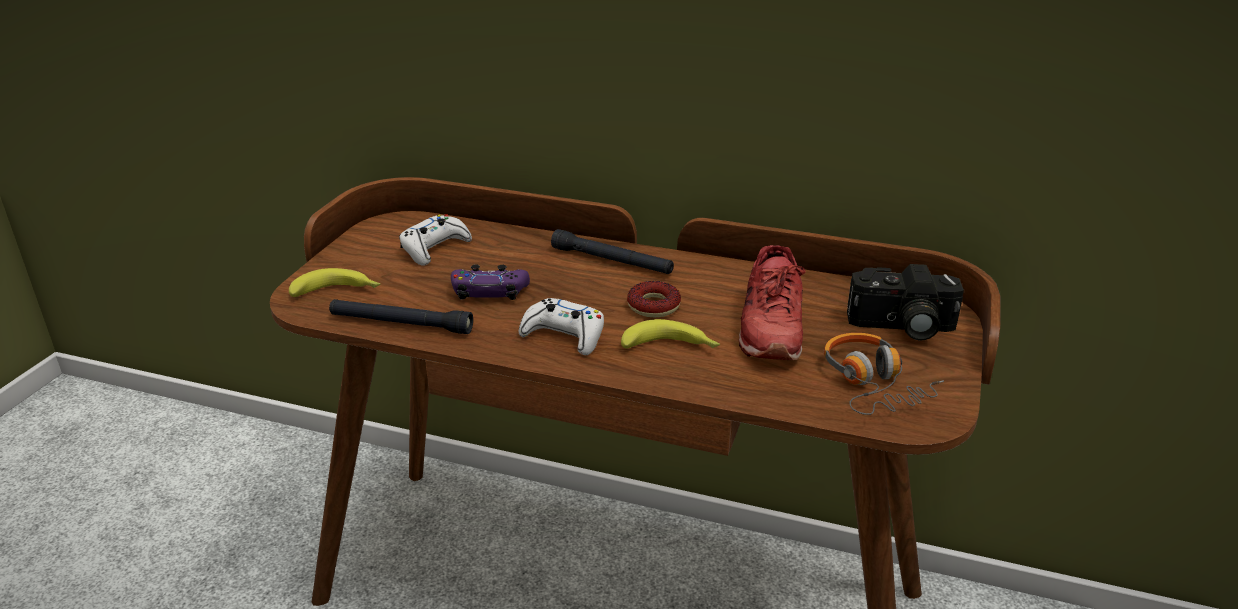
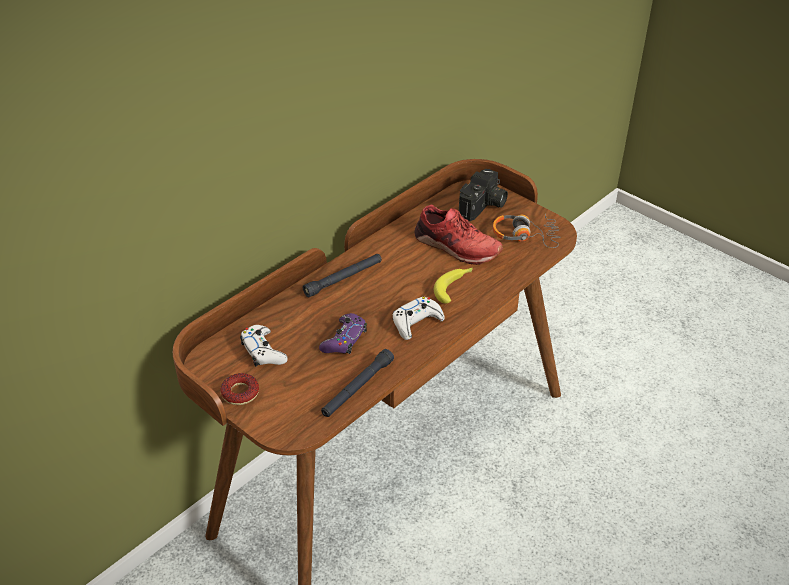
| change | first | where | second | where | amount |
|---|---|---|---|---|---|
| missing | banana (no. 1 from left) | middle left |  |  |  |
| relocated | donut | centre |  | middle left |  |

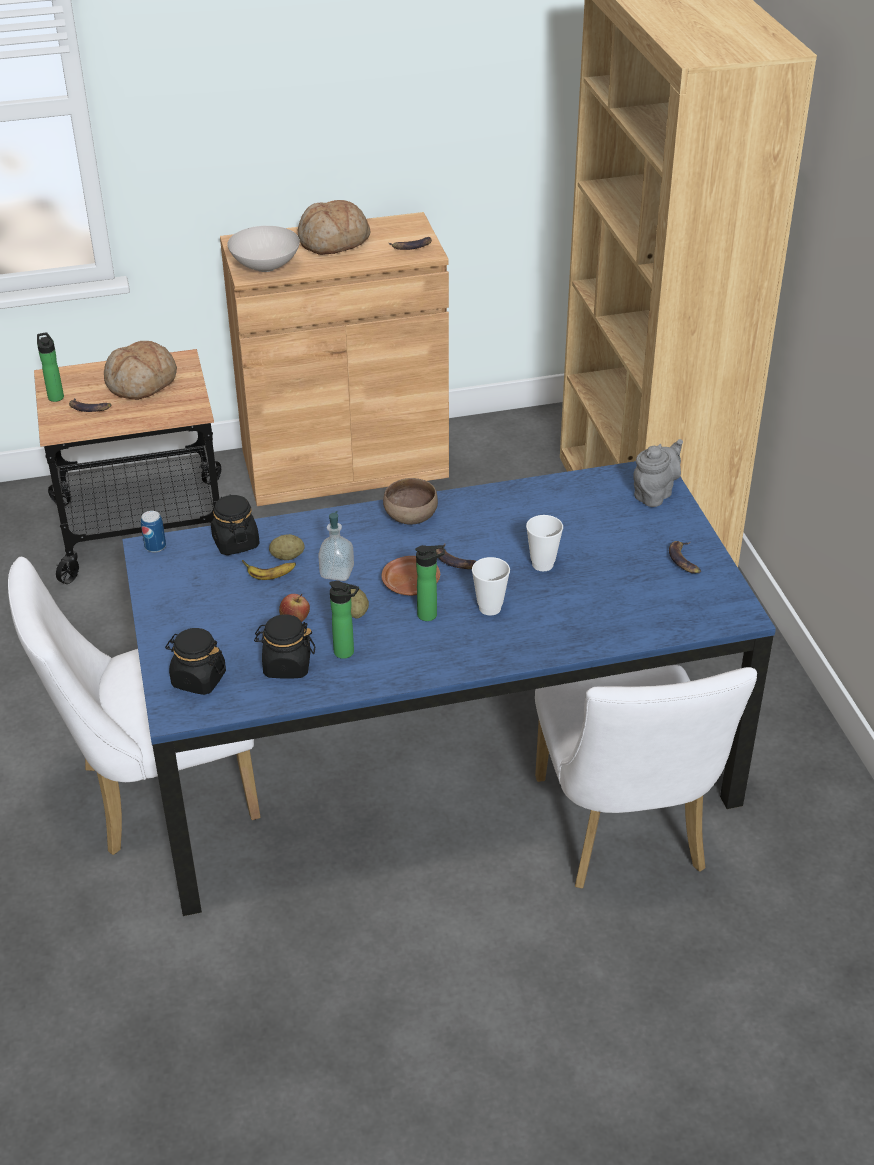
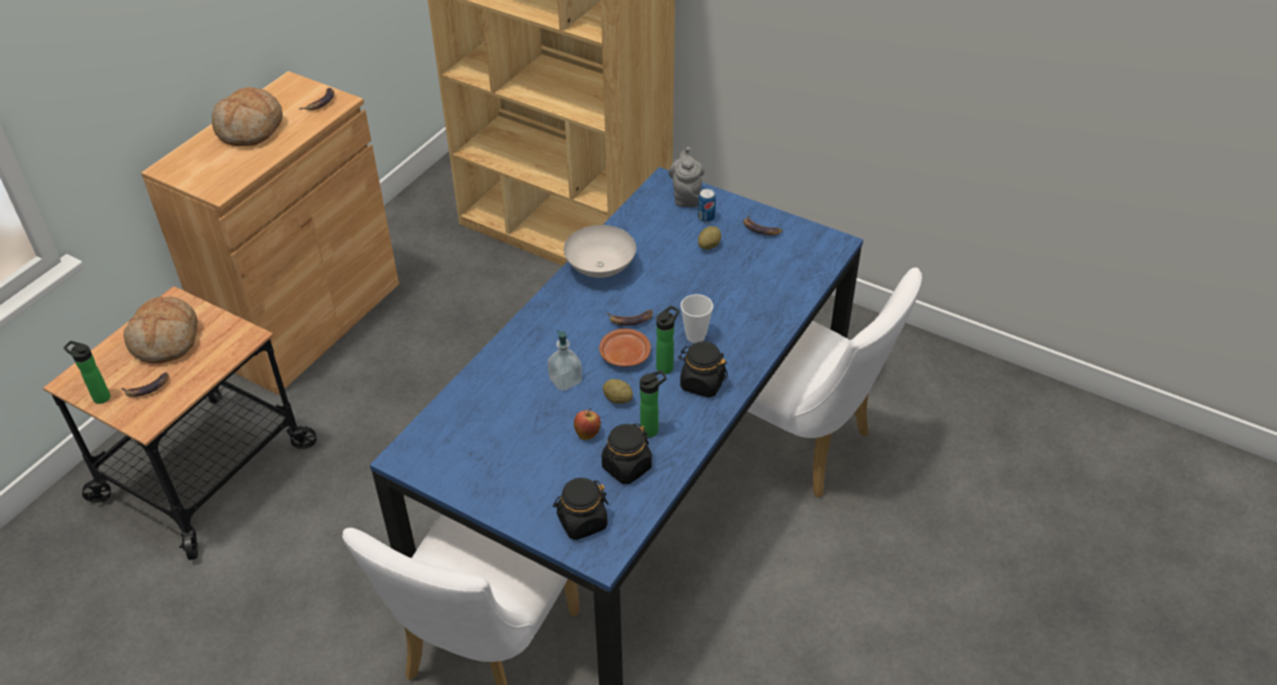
| change | first | where | second | where | amount |
|---|---|---|---|---|---|
| relocated | can | middle left |  | top centre |  |
| relocated | black jar (no. 2 from left in the first image) | middle left | black jar (no. 3 from left) | centre |  |
| relocated | white bowl | top left |  | centre |  |
| missing | banana (no. 2 from left) | middle left |  |  |  |
| relocated | potato (no. 1 from left in the first image) | middle left | potato (no. 2 from left) | centre |  |
| missing | brown bowl | centre |  |  |  |
| missing | cup (no. 2 from left) | centre |  |  |  |

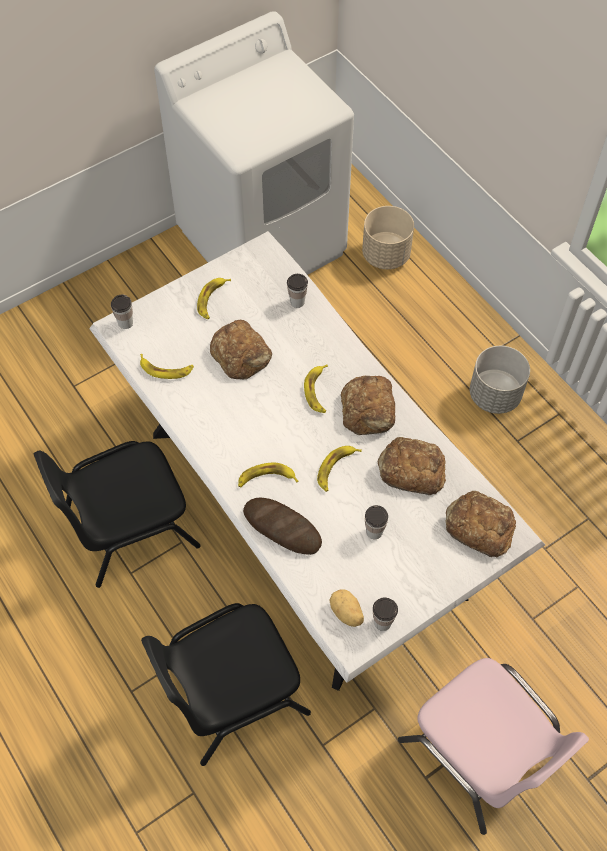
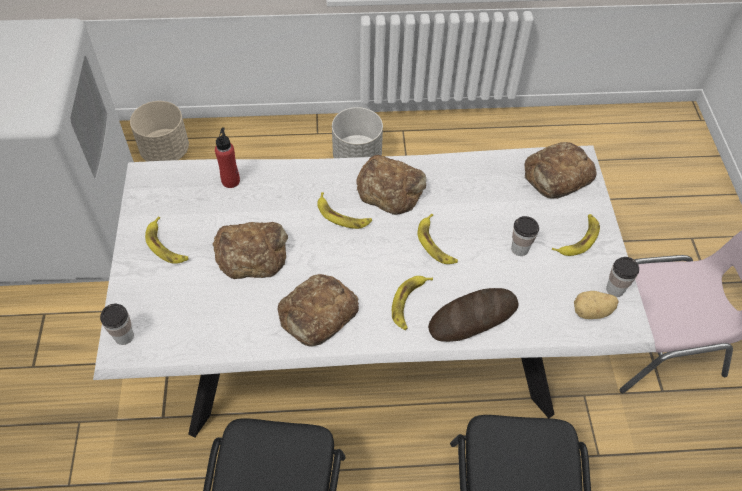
| change | first | where | second | where | amount |
|---|---|---|---|---|---|
| relocated | banana (no. 1 from left in the first image) | middle left | banana (no. 5 from left) | middle right |  |
| exchanged | cup (no. 2 from left) | centre | red bottle | top left |  |
| relocated | bread (no. 4 from left in the first image) | middle right | bread (no. 2 from left) | centre |  |

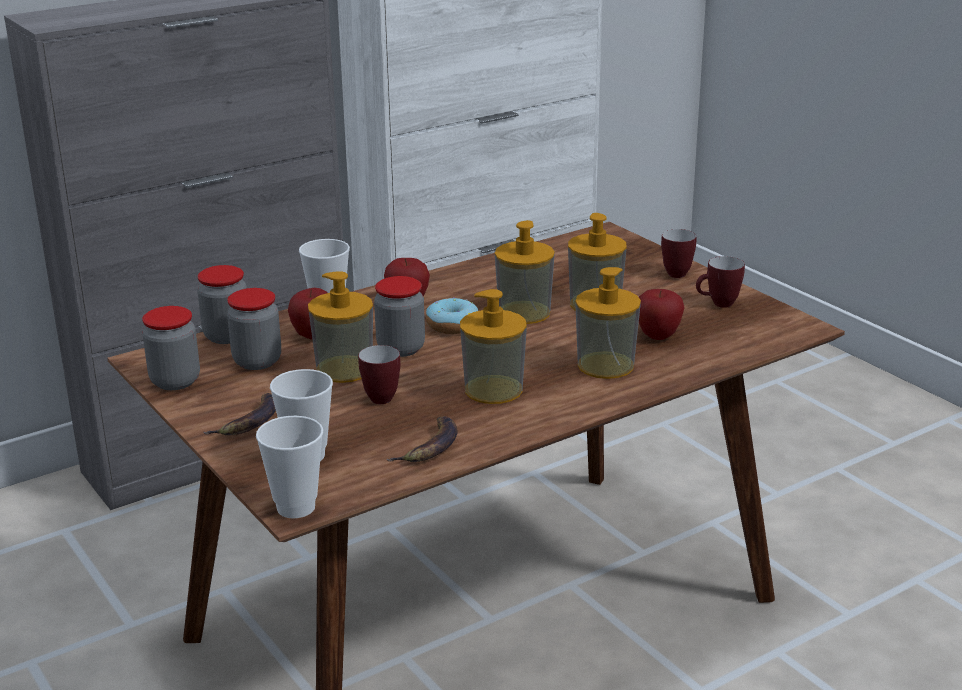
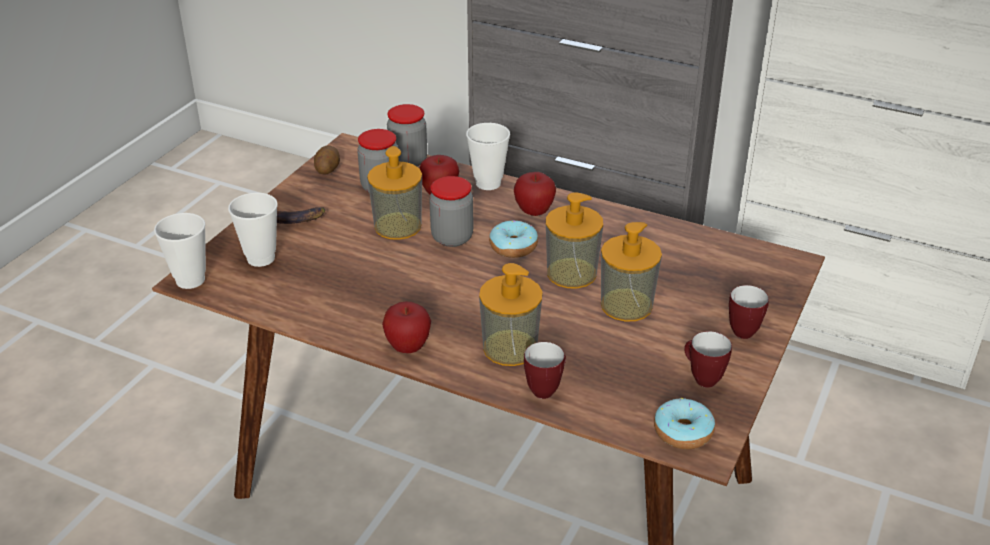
| change | first | where | second | where | amount |
|---|---|---|---|---|---|
| exchanged | jar (no. 1 from left) | middle left | potato | top left |  |
| relocated | mug (no. 1 from left) | centre |  | bottom centre |  |
| missing | banana (no. 2 from left) | centre |  |  |  |
| missing | soap dispenser (no. 2 from left) | centre |  |  |  |
| relocated | apple (no. 3 from left in the first image) | middle right | apple (no. 1 from left) | centre |  |
| appeared |  |  | donut (no. 2 from left) | bottom right |  |

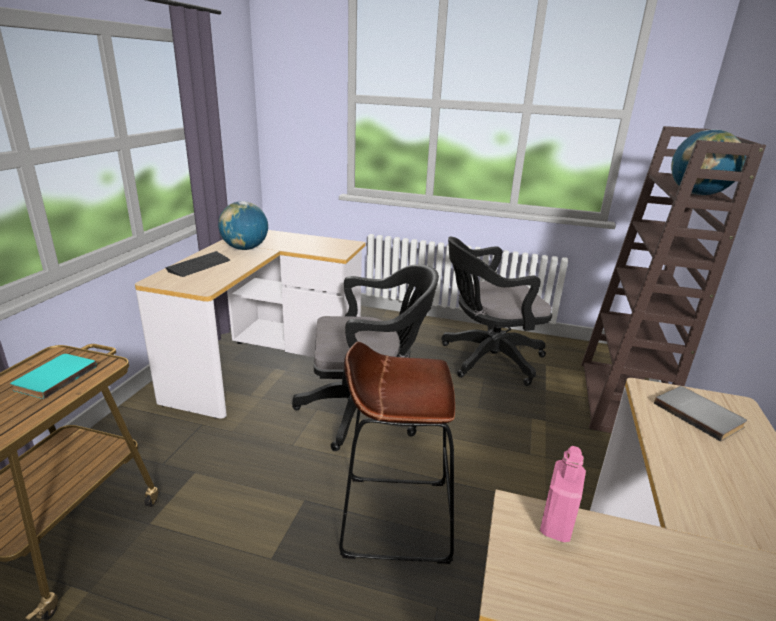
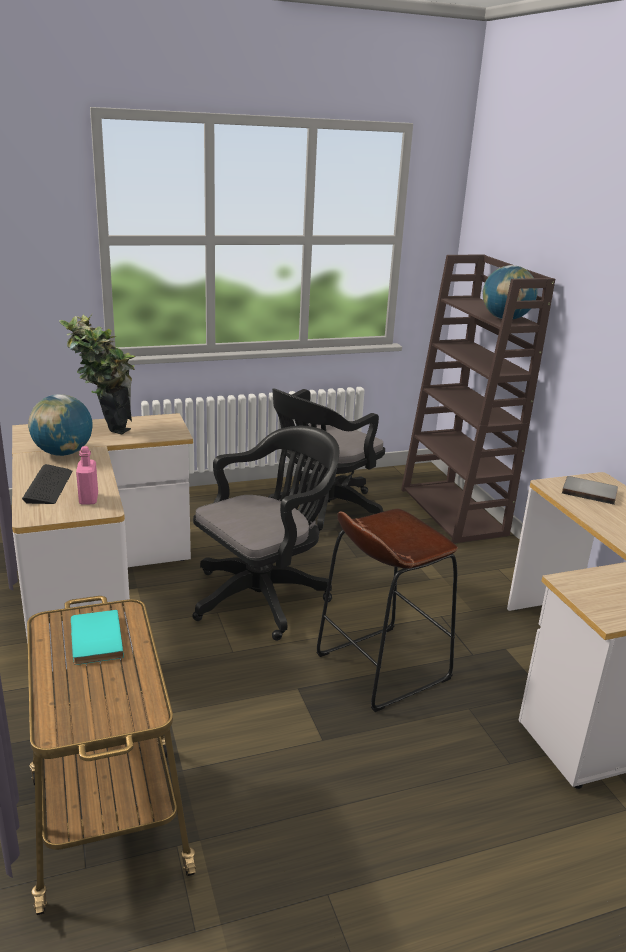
| change | first | where | second | where | amount |
|---|---|---|---|---|---|
| relocated | pink bottle | bottom right |  | middle left |  |
| appeared |  |  | potted plant | middle left |  |

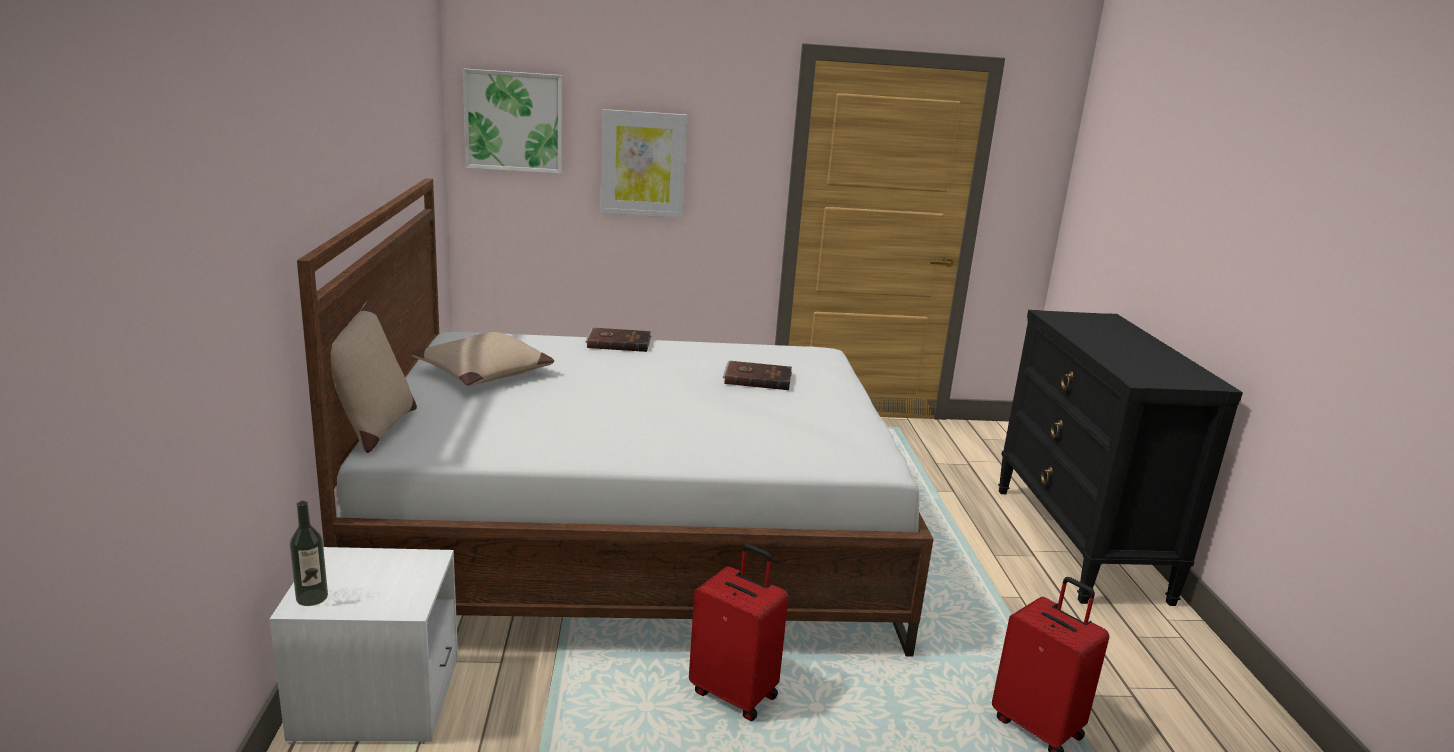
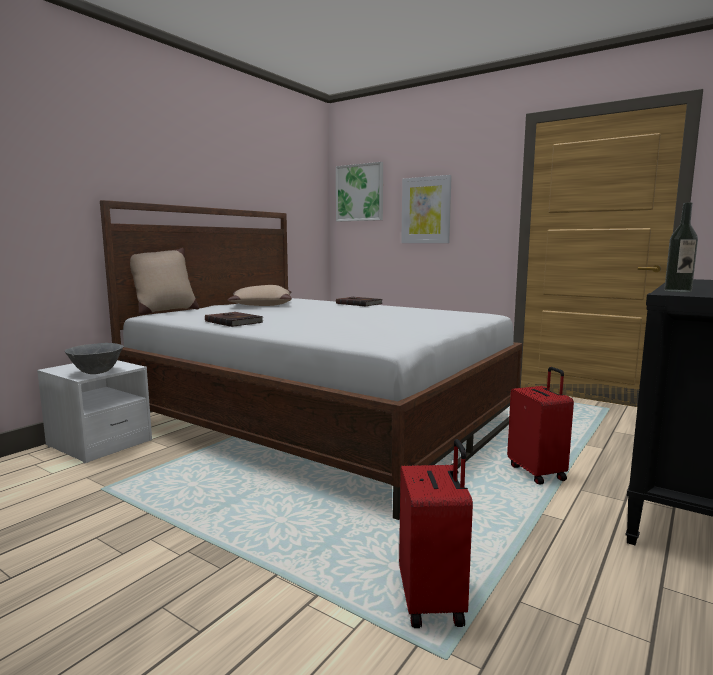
| change | first | where | second | where | amount |
|---|---|---|---|---|---|
| relocated | bottle | bottom left |  | middle right |  |
| relocated | red suitcase (no. 1 from left in the first image) | bottom centre | red suitcase (no. 2 from left) | middle right |  |
| relocated | brown book (no. 2 from left in the first image) | centre | brown book (no. 1 from left) | middle left |  |
| appeared |  |  | grey bowl | middle left |  |

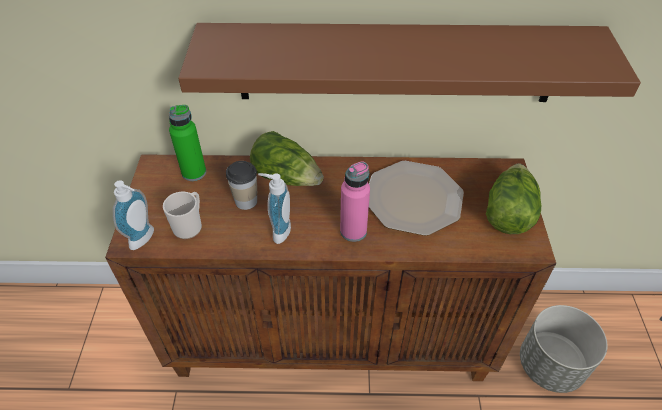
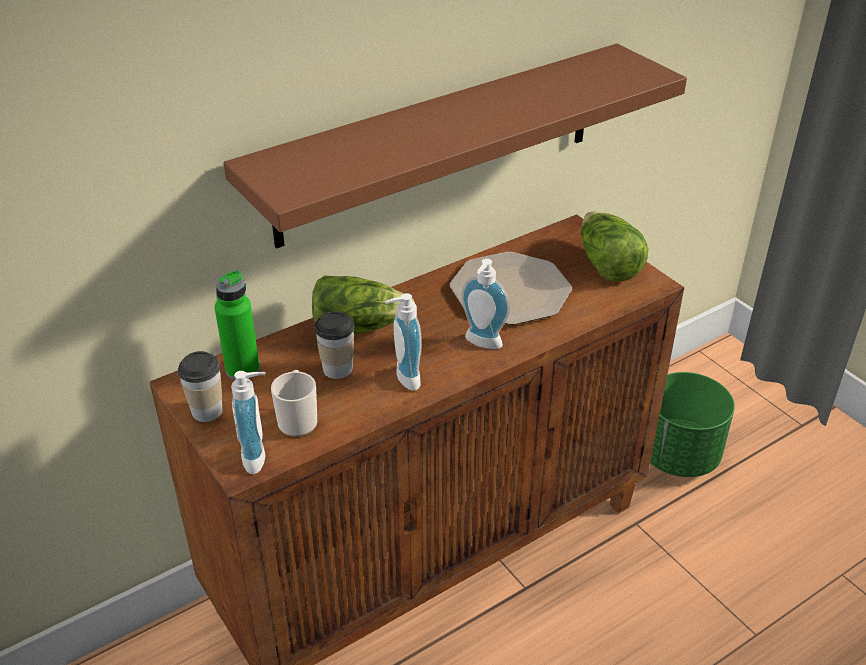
| change | first | where | second | where | amount |
|---|---|---|---|---|---|
| exchanged | pink bottle | centre | soap dispenser (no. 3 from left) | centre |  |
| colour | grey planter | bottom right | green planter | middle right |  |
| appeared |  |  | cup (no. 1 from left) | middle left |  |

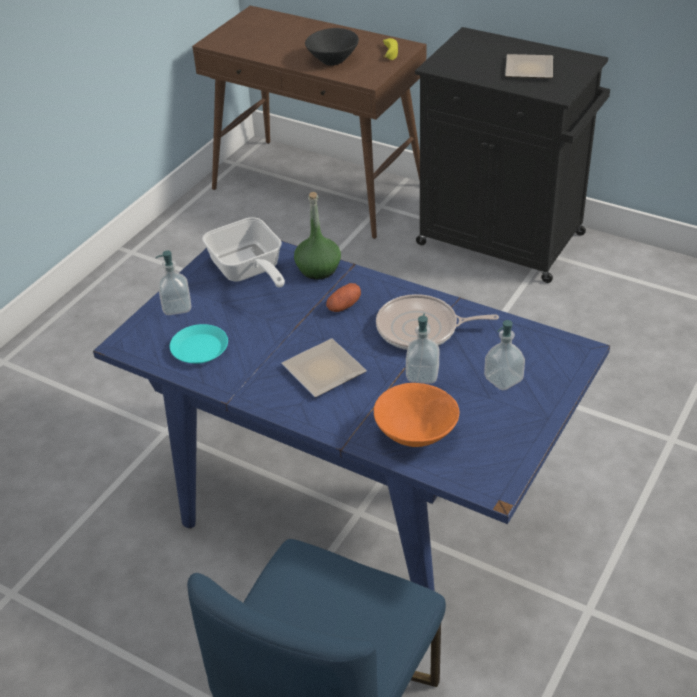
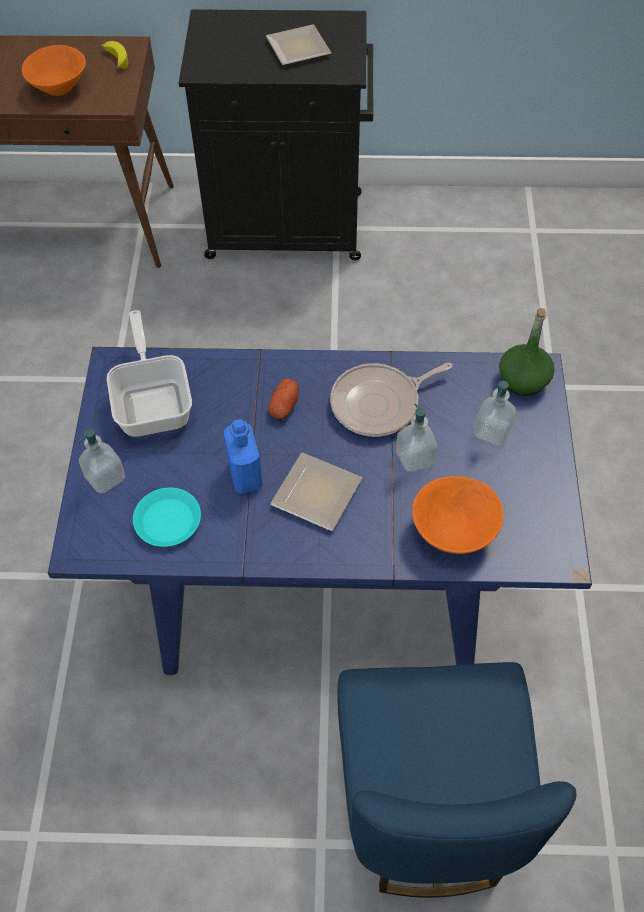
| change | first | where | second | where | amount |
|---|---|---|---|---|---|
| spun | frying pan (no. 1 from left) | centre |  | middle left | 135 degrees counterclockwise |
| relocated | green bottle | centre |  | middle right |  |
| colour | black bowl | top centre | orange bowl (no. 1 from left) | top left |  |
| appeared |  |  | blue bottle | centre |  |

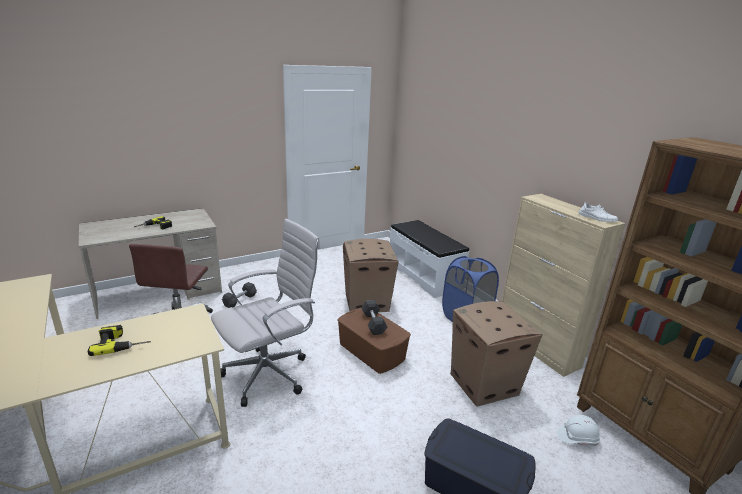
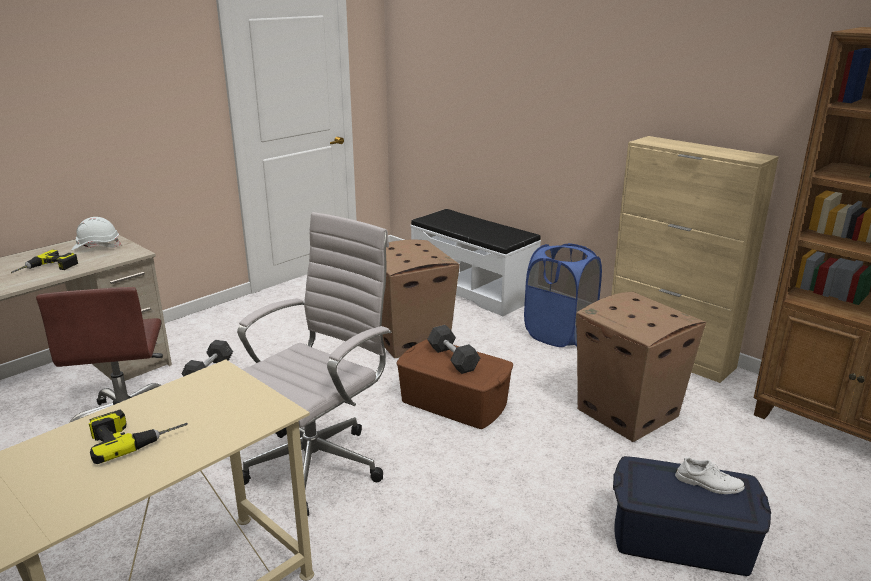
| change | first | where | second | where | amount |
|---|---|---|---|---|---|
| relocated | white hard hat | bottom right |  | middle left |  |
| relocated | white shoe | middle right |  | bottom right |  |

